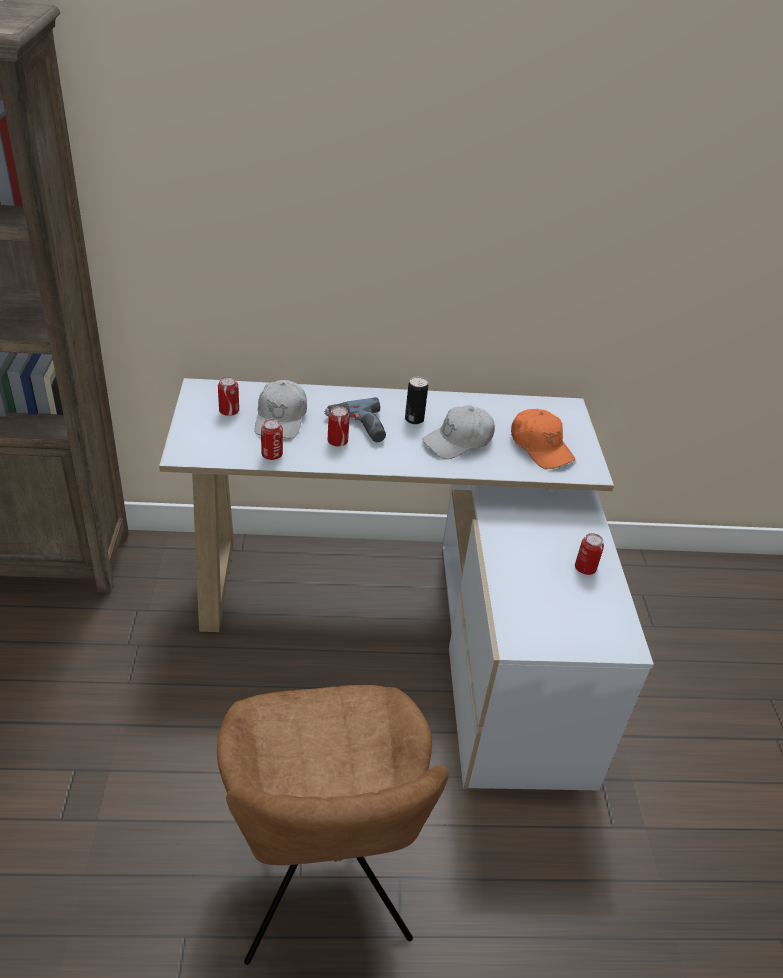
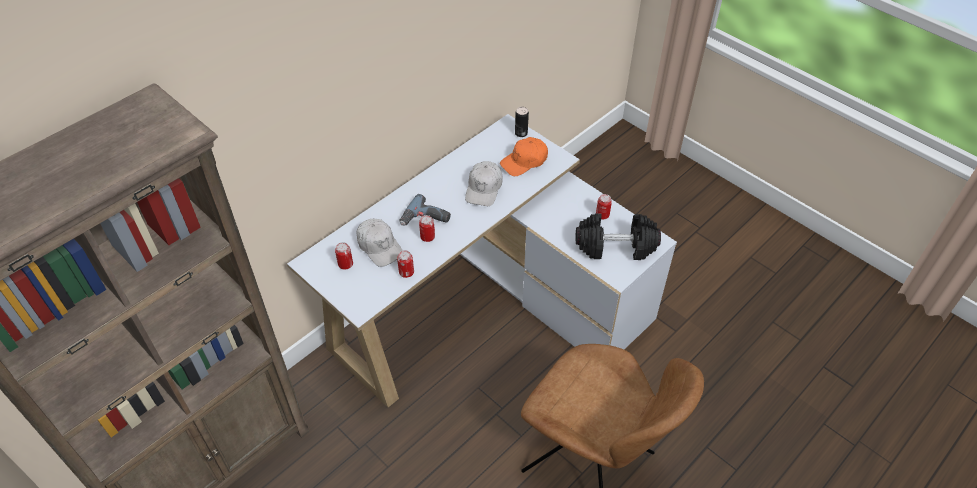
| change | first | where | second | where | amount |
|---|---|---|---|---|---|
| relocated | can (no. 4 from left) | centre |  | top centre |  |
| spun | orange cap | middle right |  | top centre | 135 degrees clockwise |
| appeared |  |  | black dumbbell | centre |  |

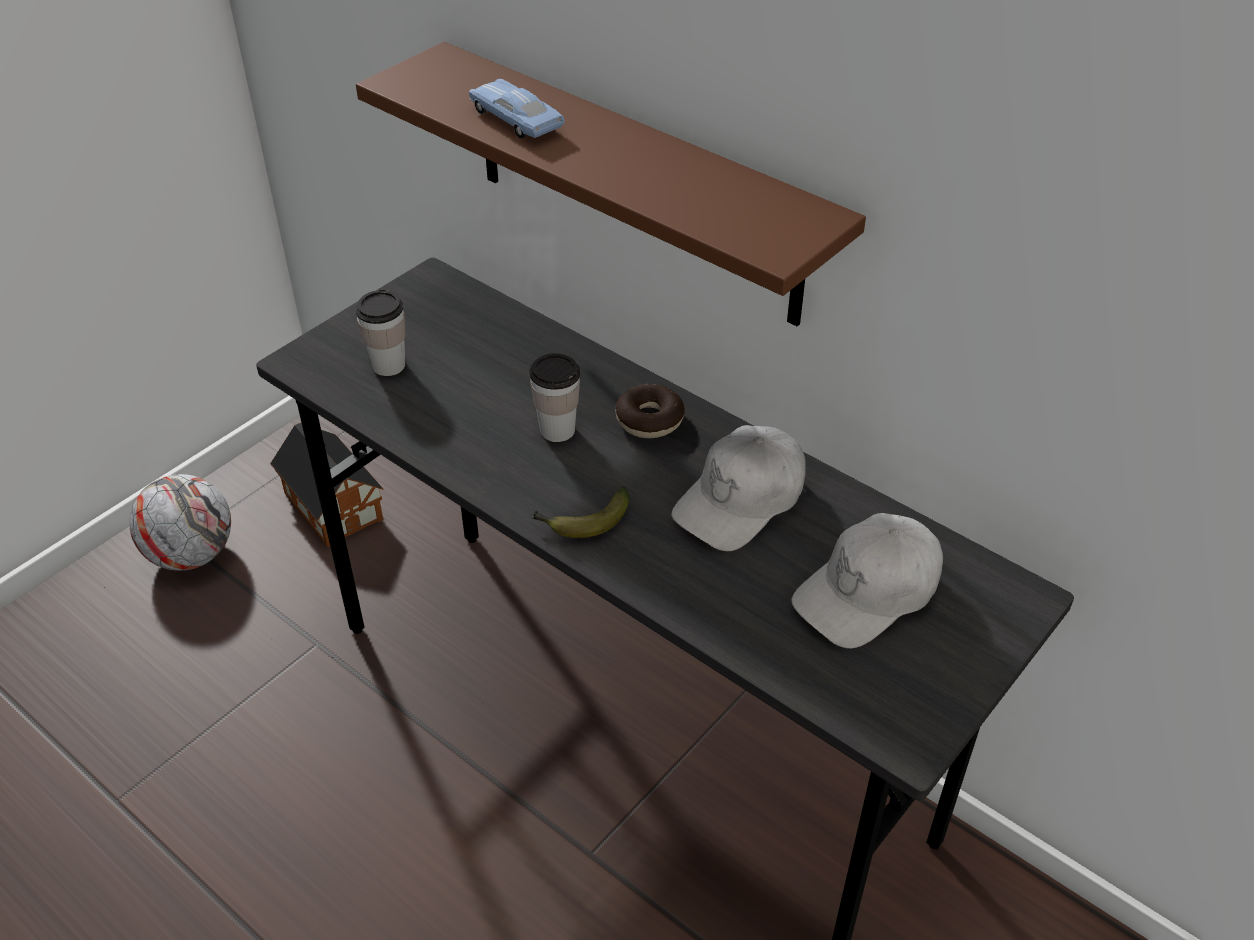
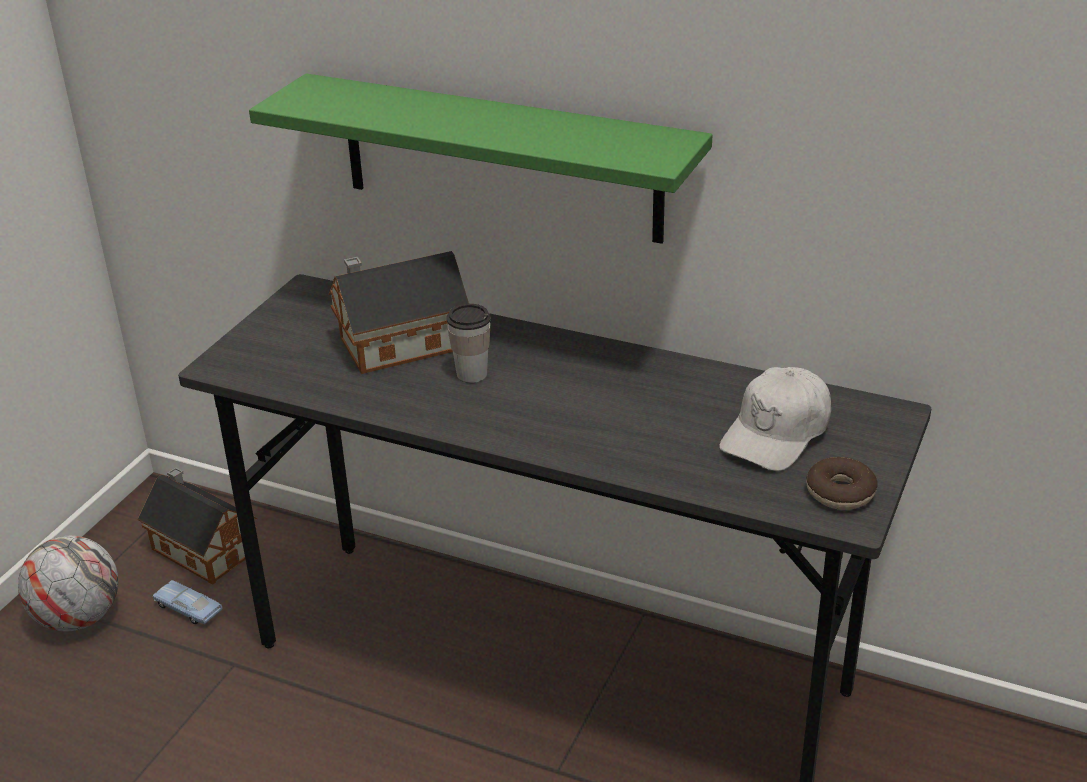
| change | first | where | second | where | amount |
|---|---|---|---|---|---|
| colour | brown shelf | top centre | green shelf | top centre |  |
| missing | cup (no. 1 from left) | middle left |  |  |  |
| relocated | blue toy car | top centre |  | bottom left |  |
| missing | banana | centre |  |  |  |
| relocated | donut | centre |  | middle right |  |
| missing | white cap (no. 1 from left) | centre |  |  |  |
| appeared |  |  | toy house (no. 2 from left) | centre |  |

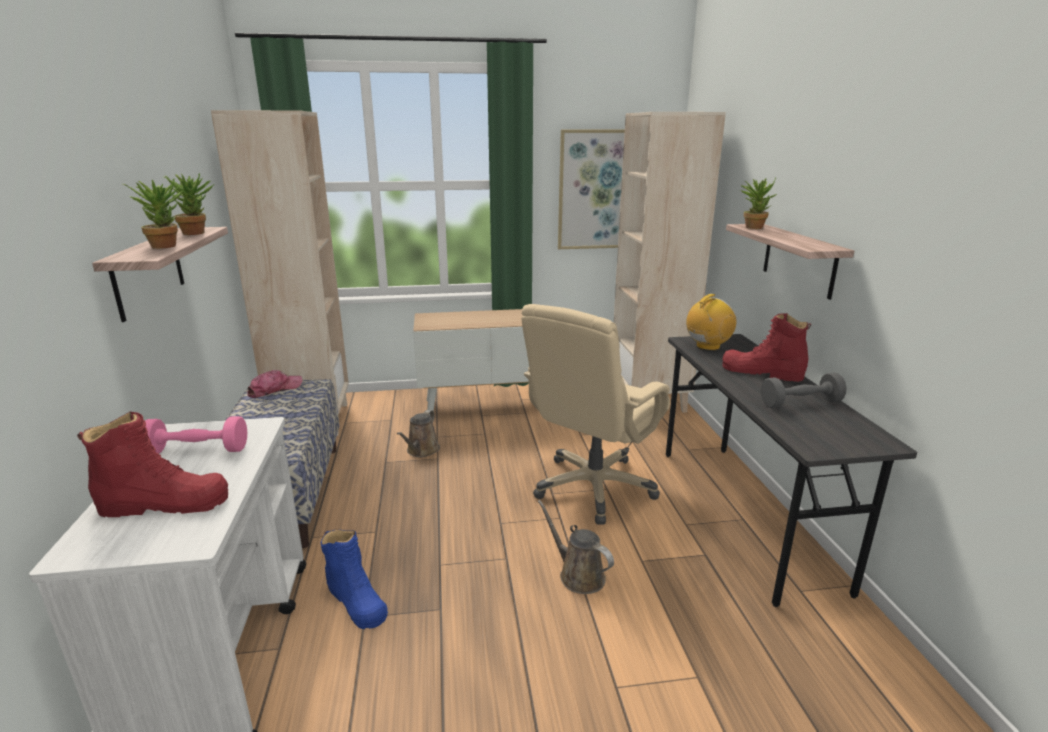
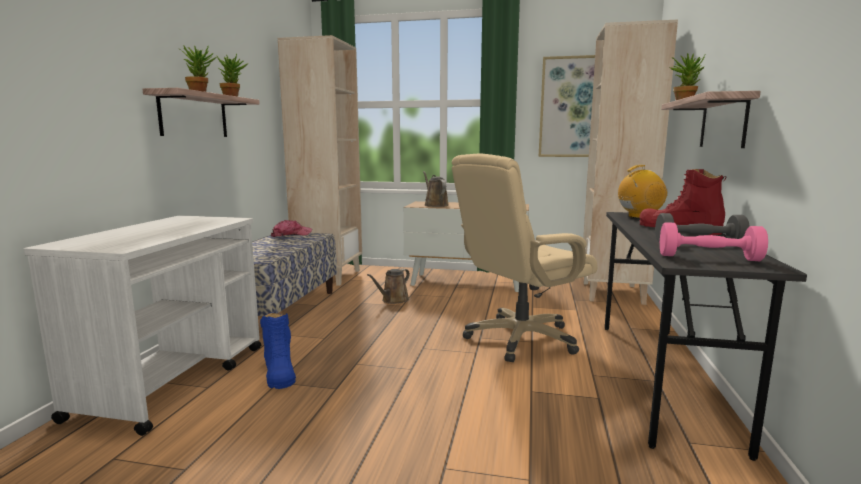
| change | first | where | second | where | amount |
|---|---|---|---|---|---|
| missing | red boot (no. 1 from left) | middle left |  |  |  |
| relocated | pink dumbbell | middle left |  | middle right |  |
| relocated | brown watering can (no. 2 from left) | bottom centre |  | centre |  |

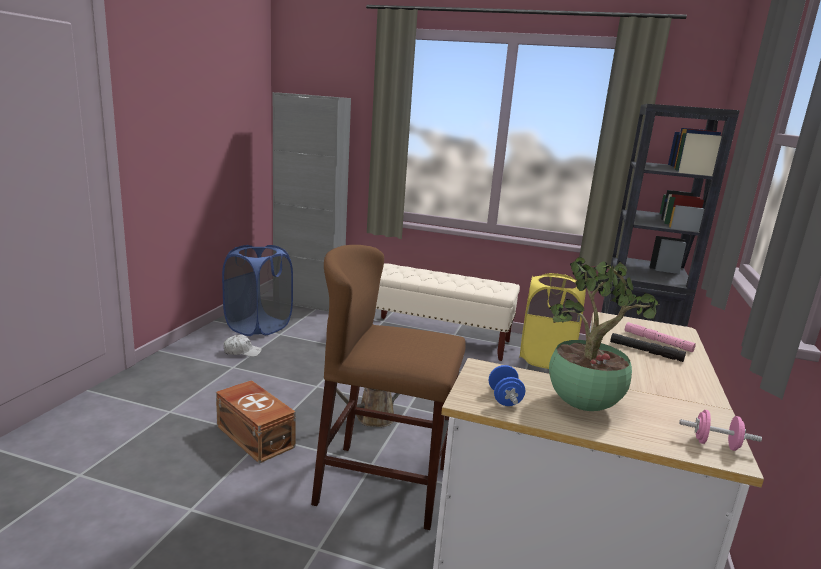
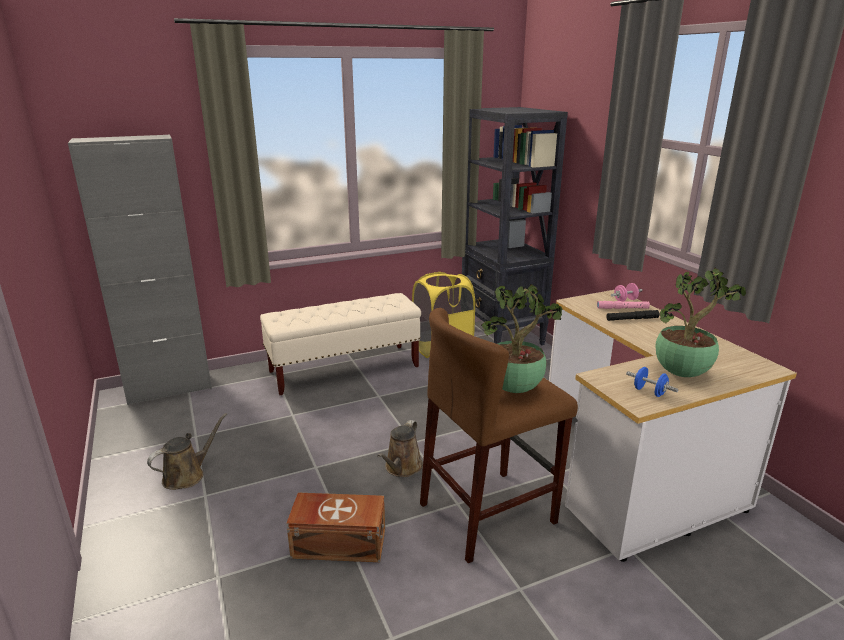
| change | first | where | second | where | amount |
|---|---|---|---|---|---|
| missing | blue laundry basket | middle left |  |  |  |
| exchanged | white cap | middle left | brown watering can (no. 1 from left) | bottom left |  |
| relocated | pink dumbbell | bottom right |  | middle right |  |
| appeared |  |  | potted plant (no. 1 from left) | centre |  |

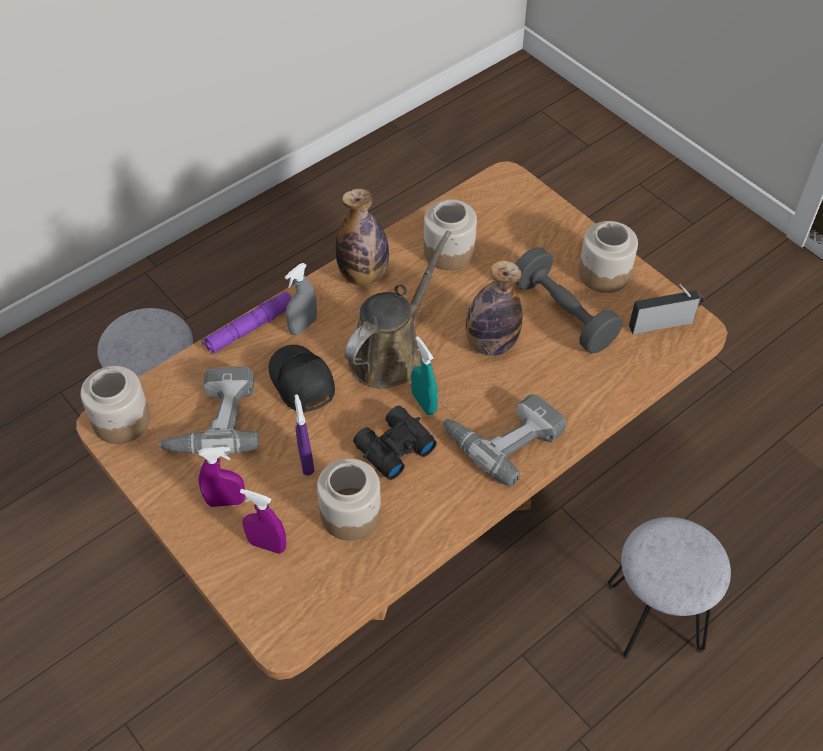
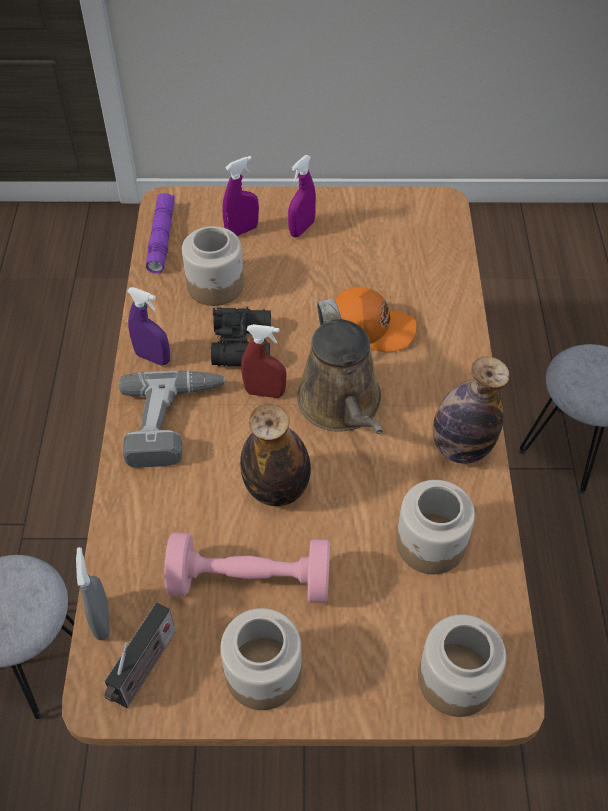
| change | first | where | second | where | amount |
|---|---|---|---|---|---|
| relocated | jar (no. 1 from left in the first image) | middle left | jar (no. 4 from left) | bottom right |  |
| missing | power drill (no. 1 from left) | middle left |  |  |  |
| relocated | purple flashlight | middle left |  | top left |  |
| colour | black cap | centre | orange cap | centre |  |
| relocated | grey spray bottle | centre |  | bottom left |  |
| relocated | purple spray bottle (no. 3 from left in the first image) | centre | purple spray bottle (no. 1 from left) | middle left |  |
| colour | turquoise spray bottle | centre | red spray bottle | centre |  |
| colour | grey dumbbell | middle right | pink dumbbell | bottom centre |  |

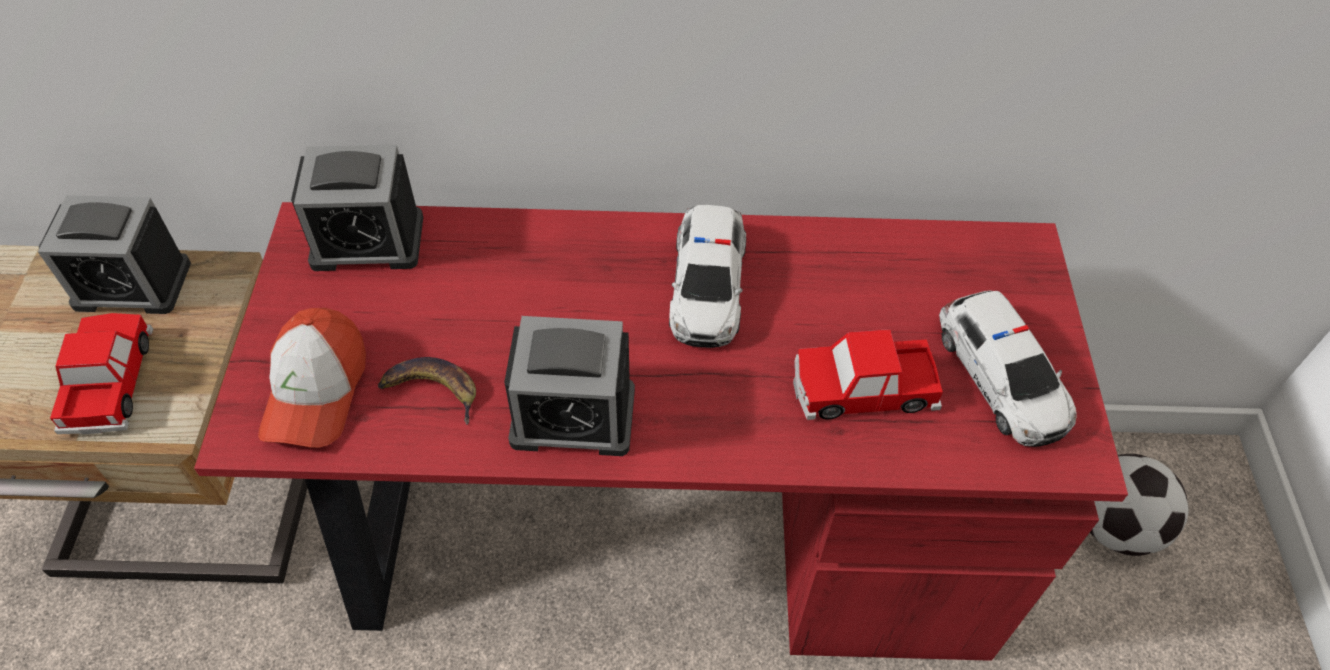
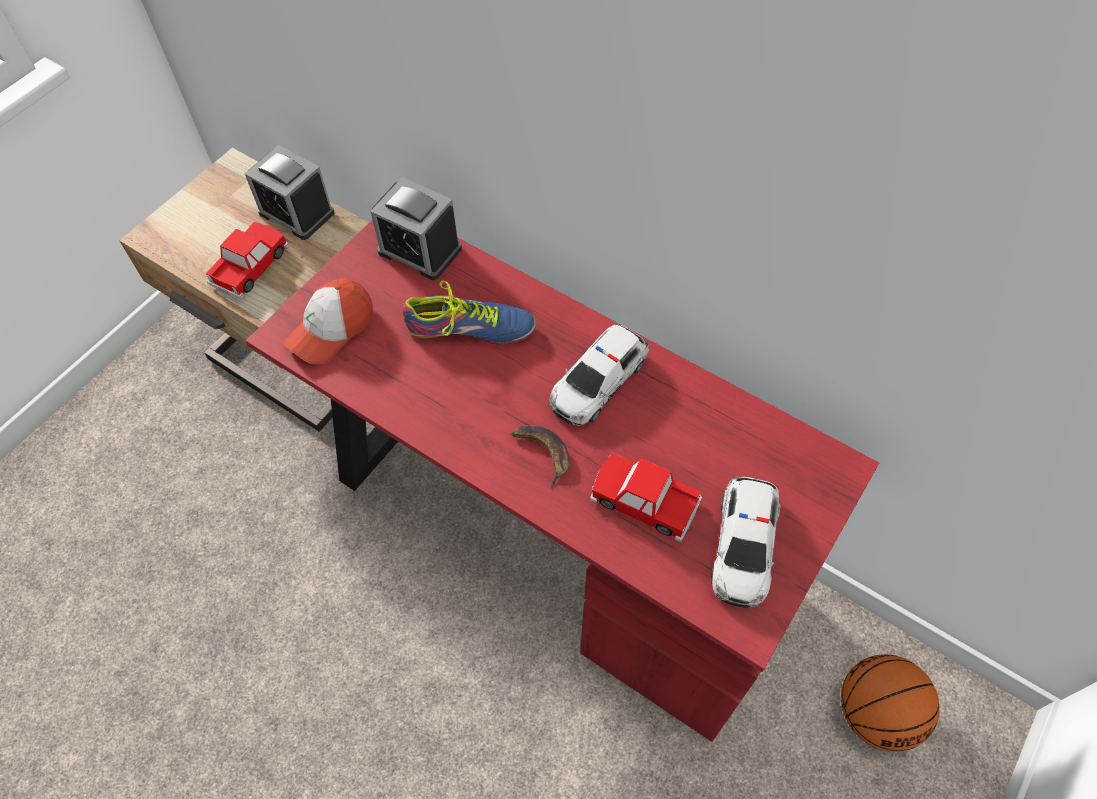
| change | first | where | second | where | amount |
|---|---|---|---|---|---|
| relocated | banana | middle left |  | centre |  |
| missing | alarm clock (no. 3 from left) | centre |  |  |  |
| exchanged | football | bottom right | basketball | bottom right |  |
| appeared |  |  | shoe | centre |  |

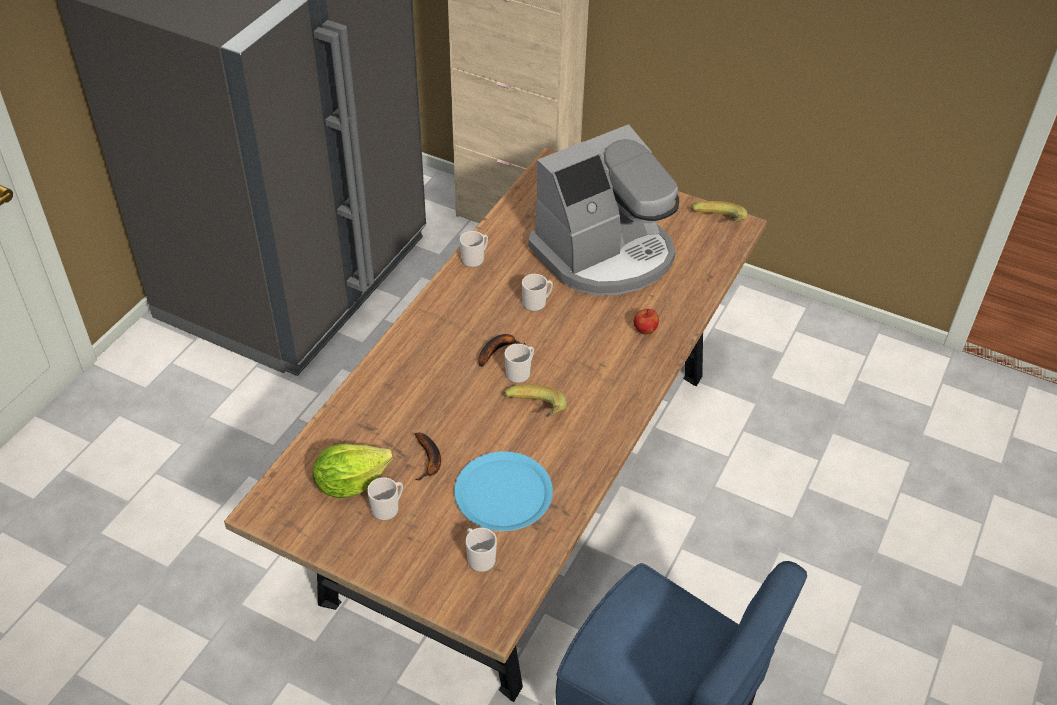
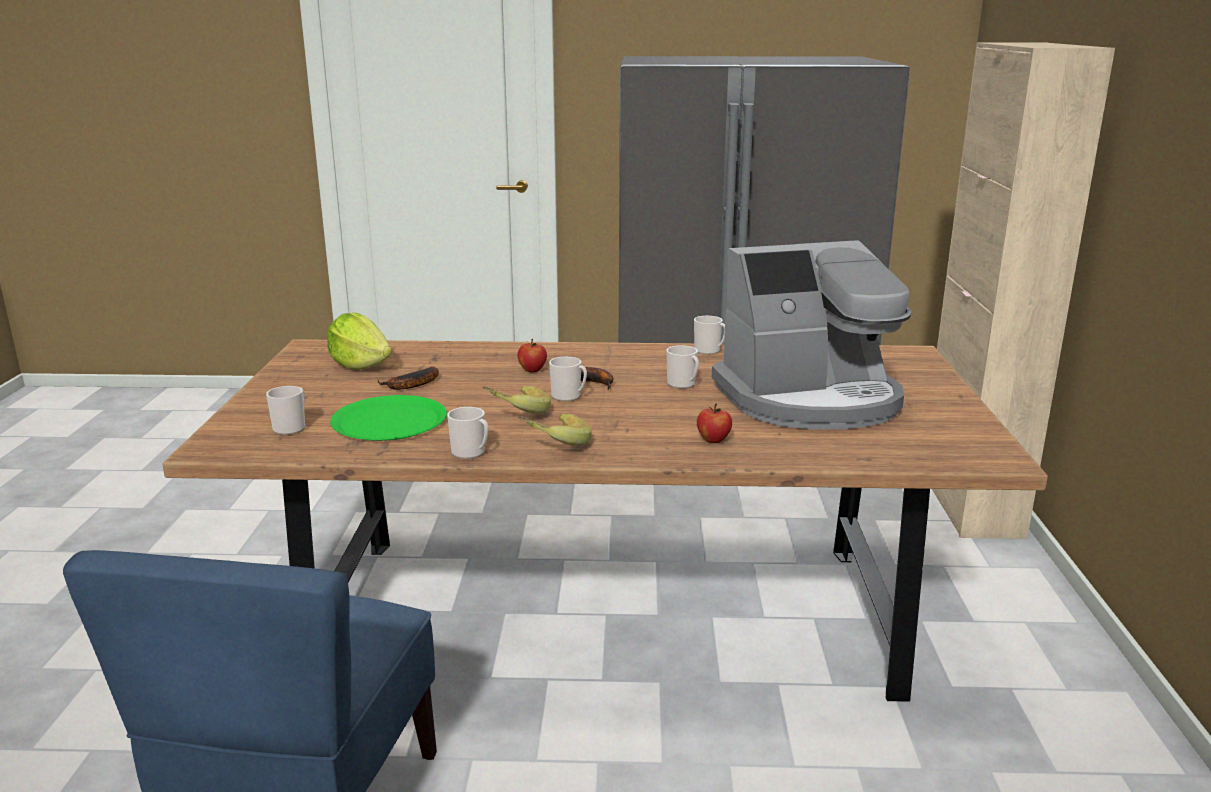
| change | first | where | second | where | amount |
|---|---|---|---|---|---|
| relocated | mug (no. 1 from left in the first image) | bottom centre | mug (no. 2 from left) | centre |  |
| colour | blue plate | bottom centre | green plate | middle left |  |
| spun | coffee machine | top centre |  | middle right | 45 degrees counterclockwise |
| relocated | banana (no. 4 from left in the first image) | top right | banana (no. 3 from left) | centre |  |
| appeared |  |  | apple (no. 1 from left) | centre |  |

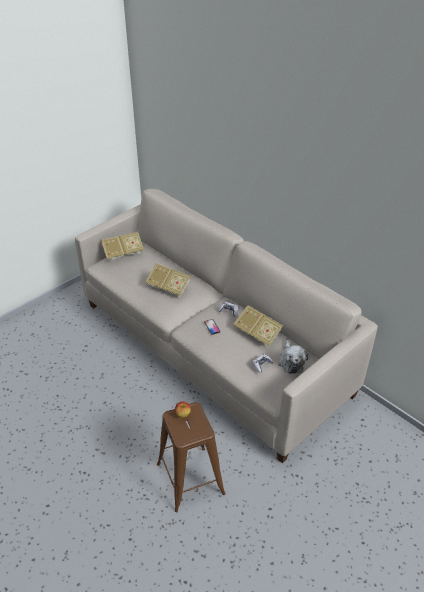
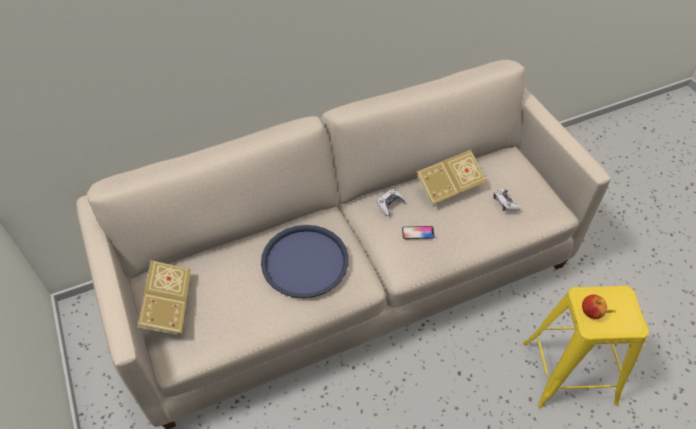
| change | first | where | second | where | amount |
|---|---|---|---|---|---|
| exchanged | book (no. 2 from left) | centre | blue tray | centre |  |
| colour | brown stool | bottom centre | yellow stool | bottom right |  |
| missing | plush toy | middle right |  |  |  |

